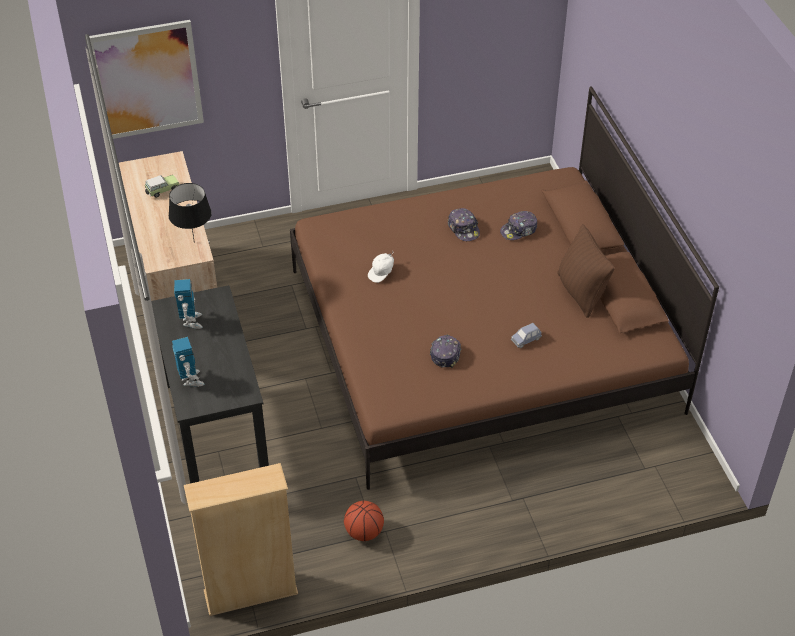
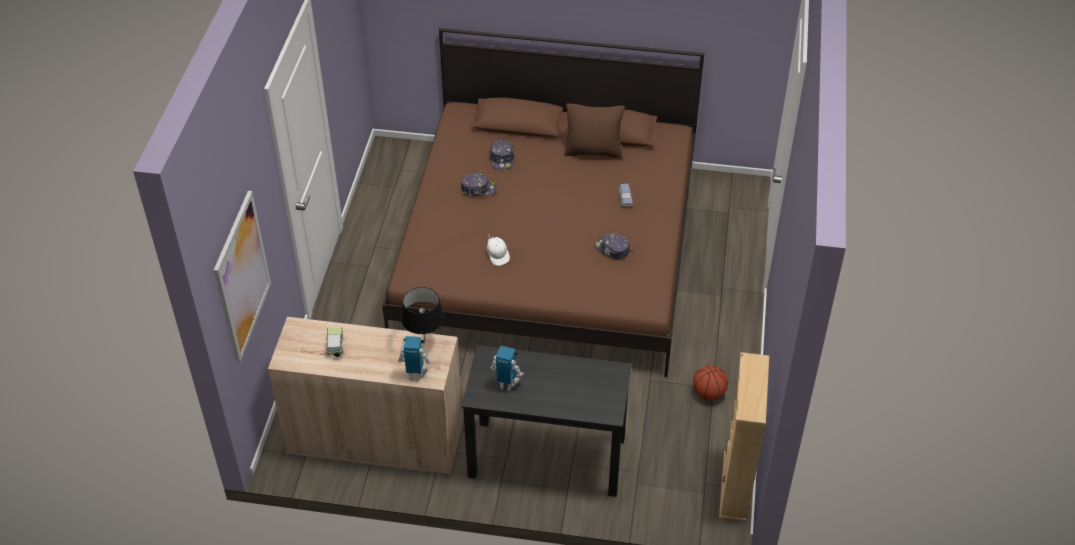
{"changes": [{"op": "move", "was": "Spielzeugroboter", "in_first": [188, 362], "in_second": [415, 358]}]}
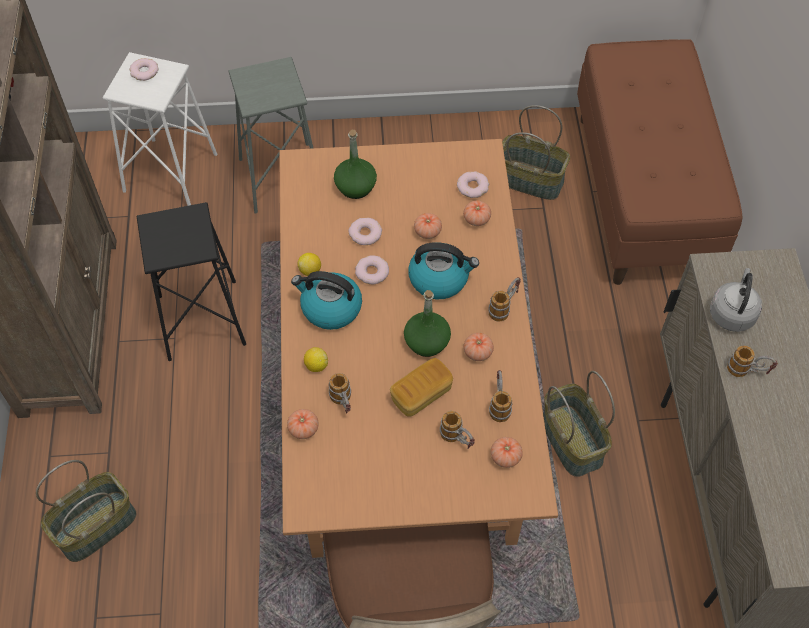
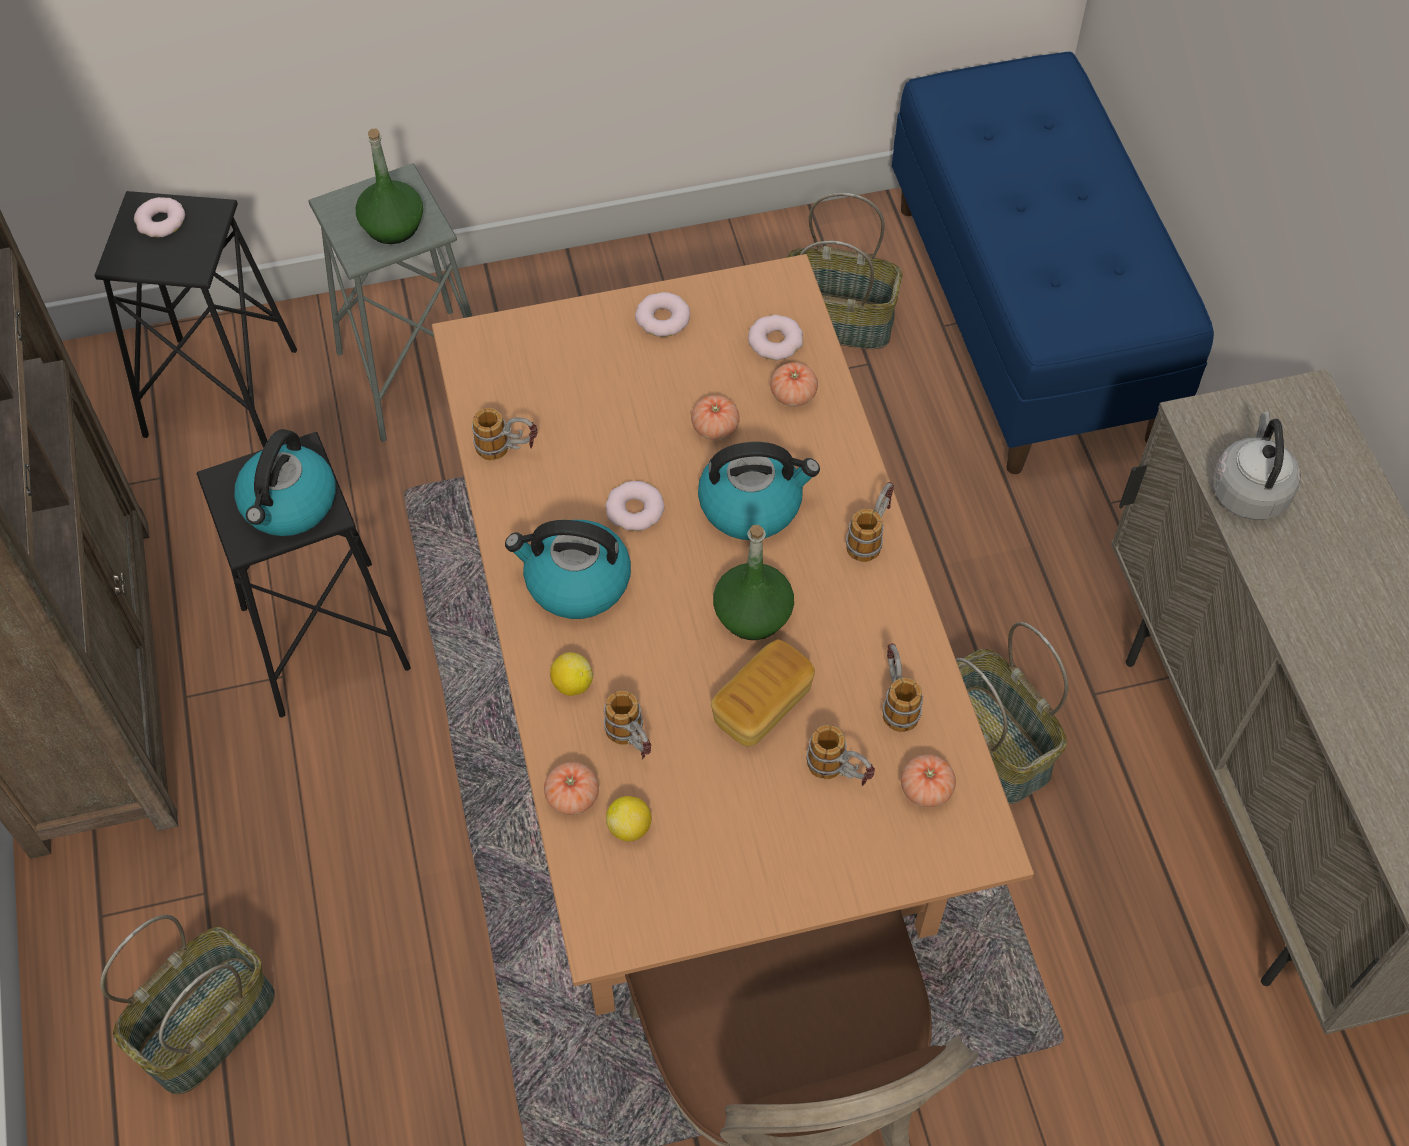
{"changes": [{"op": "recolor", "was": "Bank [braun]", "now": "Bank [blau]", "in_first": [659, 162], "in_second": [1053, 263]}, {"op": "recolor", "was": "Hocker [weiß]", "now": "Hocker [schwarz]", "in_first": [159, 129], "in_second": [195, 319]}, {"op": "move", "was": "Flasche [grün]", "in_first": [355, 164], "in_second": [389, 186]}, {"op": "move", "was": "Donut", "in_first": [365, 231], "in_second": [662, 314]}, {"op": "move", "was": "Zitrone", "in_first": [309, 264], "in_second": [629, 819]}, {"op": "delete", "was": "Tomate", "in_first": [479, 347]}, {"op": "move", "was": "Henkelbecher", "in_first": [752, 361], "in_second": [504, 434]}, {"op": "insert", "now": "Wasserkessel", "in_second": [285, 482]}]}
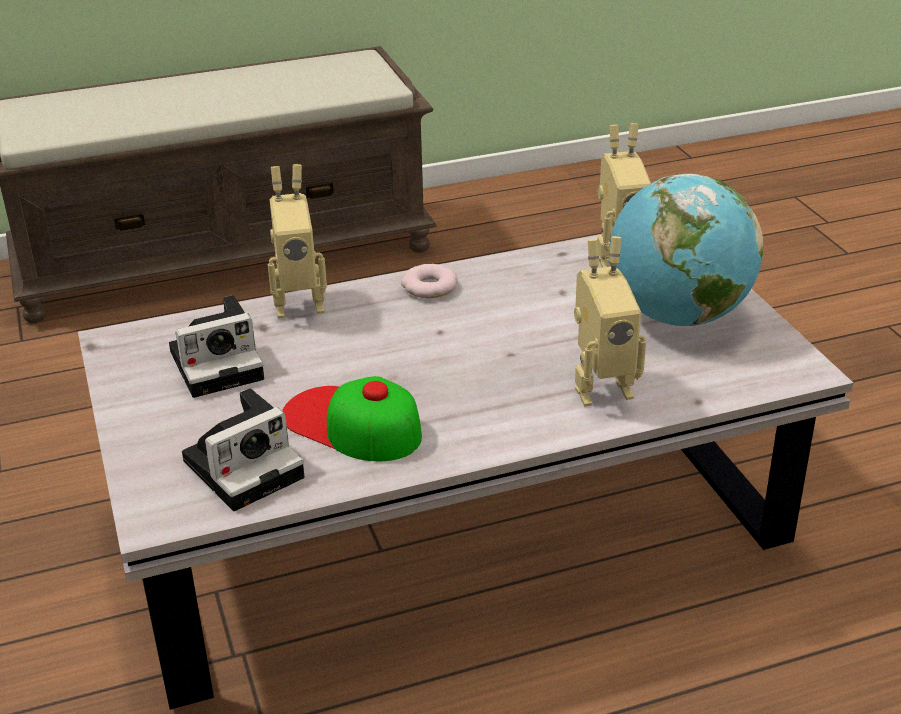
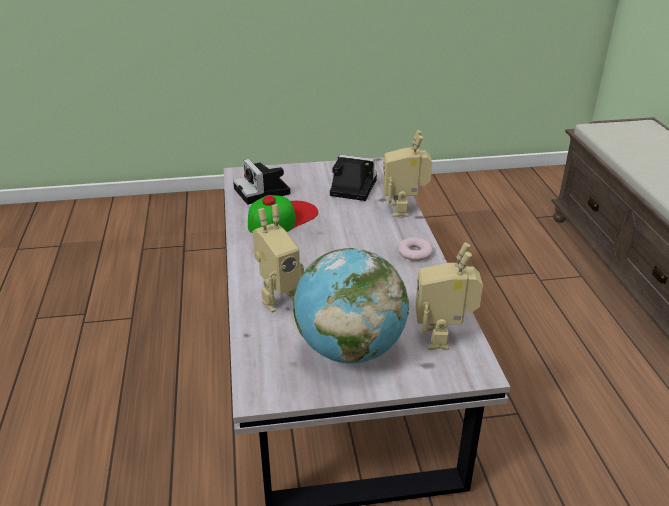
{"changes": [{"op": "rotate", "was": "Spielzeugroboter", "in_first": [610, 321], "in_second": [278, 259], "clockwise": -120}, {"op": "rotate", "was": "Kamera", "in_first": [216, 346], "in_second": [353, 178], "clockwise": 120}]}
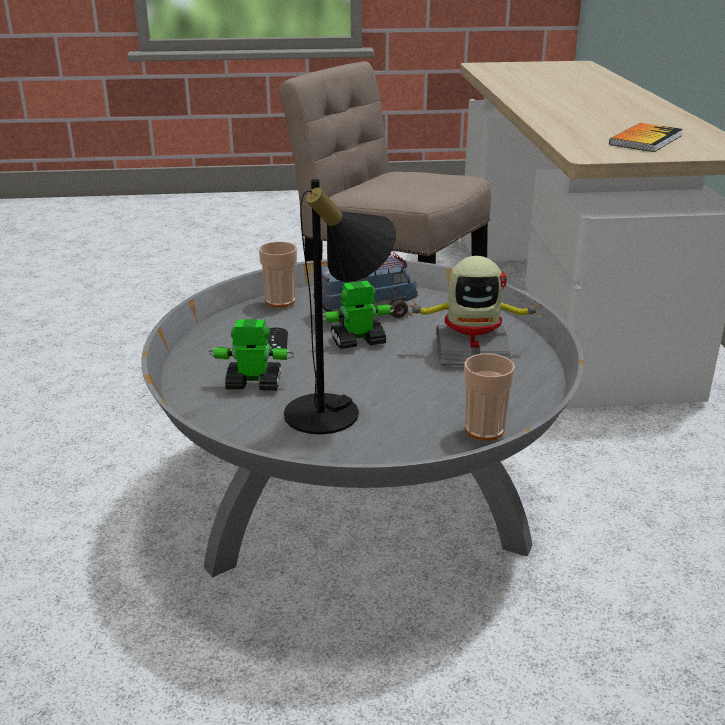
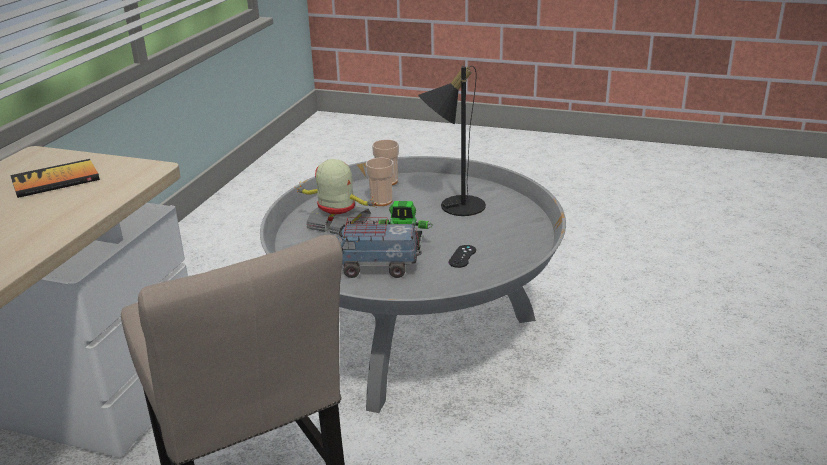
{"changes": [{"op": "move", "was": "Tasse", "in_first": [278, 275], "in_second": [379, 182]}, {"op": "delete", "was": "Spielzeugroboter", "in_first": [251, 355]}]}
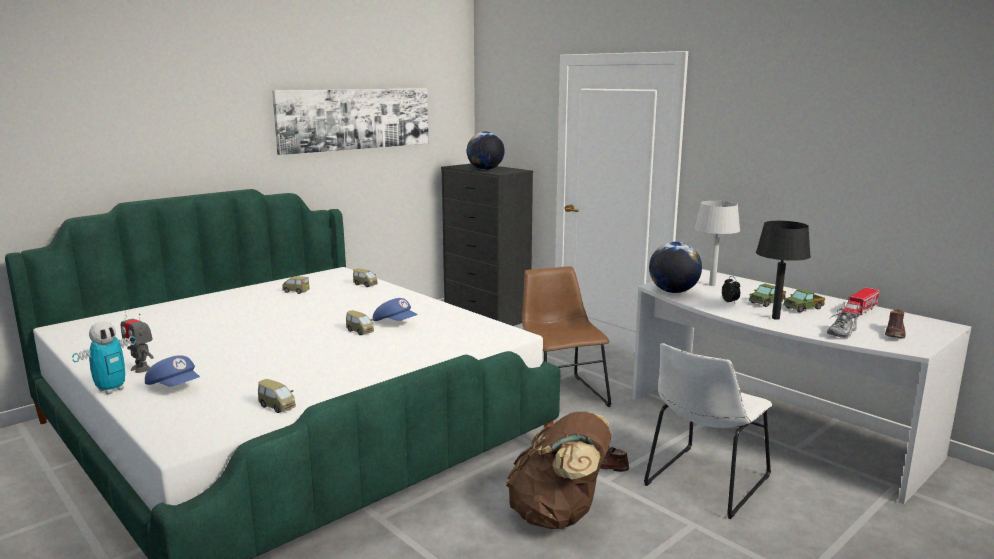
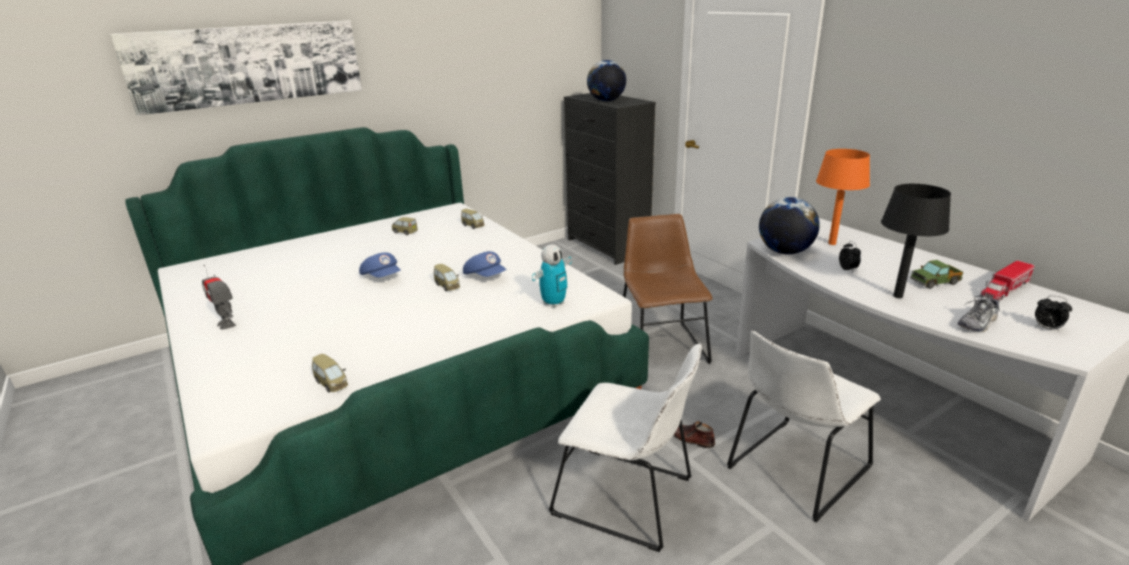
{"changes": [{"op": "move", "was": "Bild", "in_first": [350, 121], "in_second": [236, 67]}, {"op": "recolor", "was": "Tischlampe [grau]", "now": "Tischlampe [orange]", "in_first": [717, 243], "in_second": [843, 197]}, {"op": "delete", "was": "Spielzeuglaster", "in_first": [767, 295]}, {"op": "replace", "was": "Schuh [braun]", "now": "Wecker", "in_first": [895, 323], "in_second": [1053, 314]}, {"op": "move", "was": "Spielzeugroboter", "in_first": [104, 357], "in_second": [552, 276]}, {"op": "move", "was": "Kappe [blau]", "in_first": [172, 370], "in_second": [380, 265]}, {"op": "replace", "was": "Rucksack [braun]", "now": "Stuhl [weiß]", "in_first": [559, 470], "in_second": [625, 447]}]}
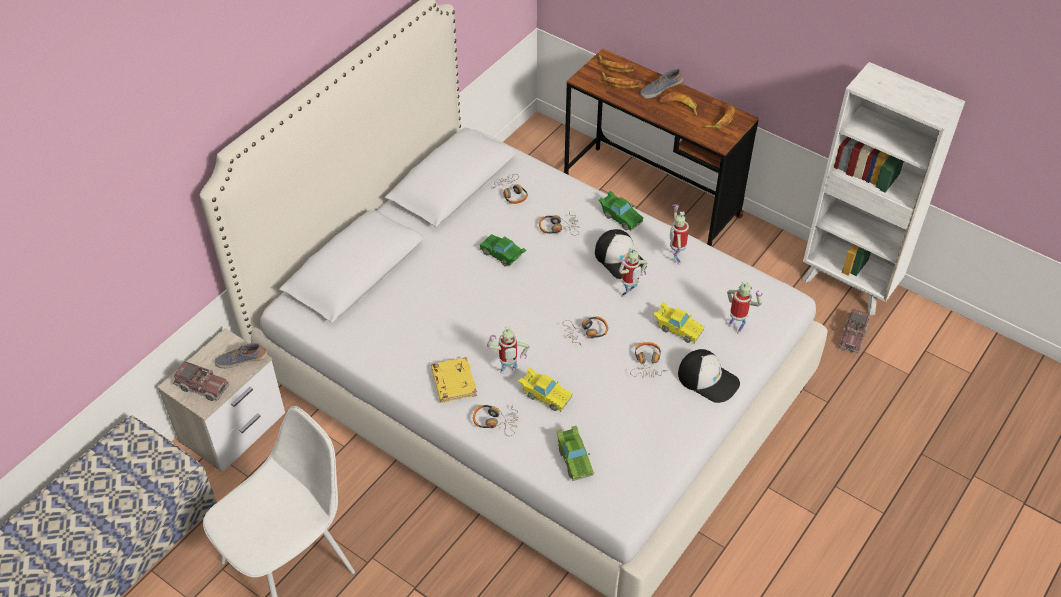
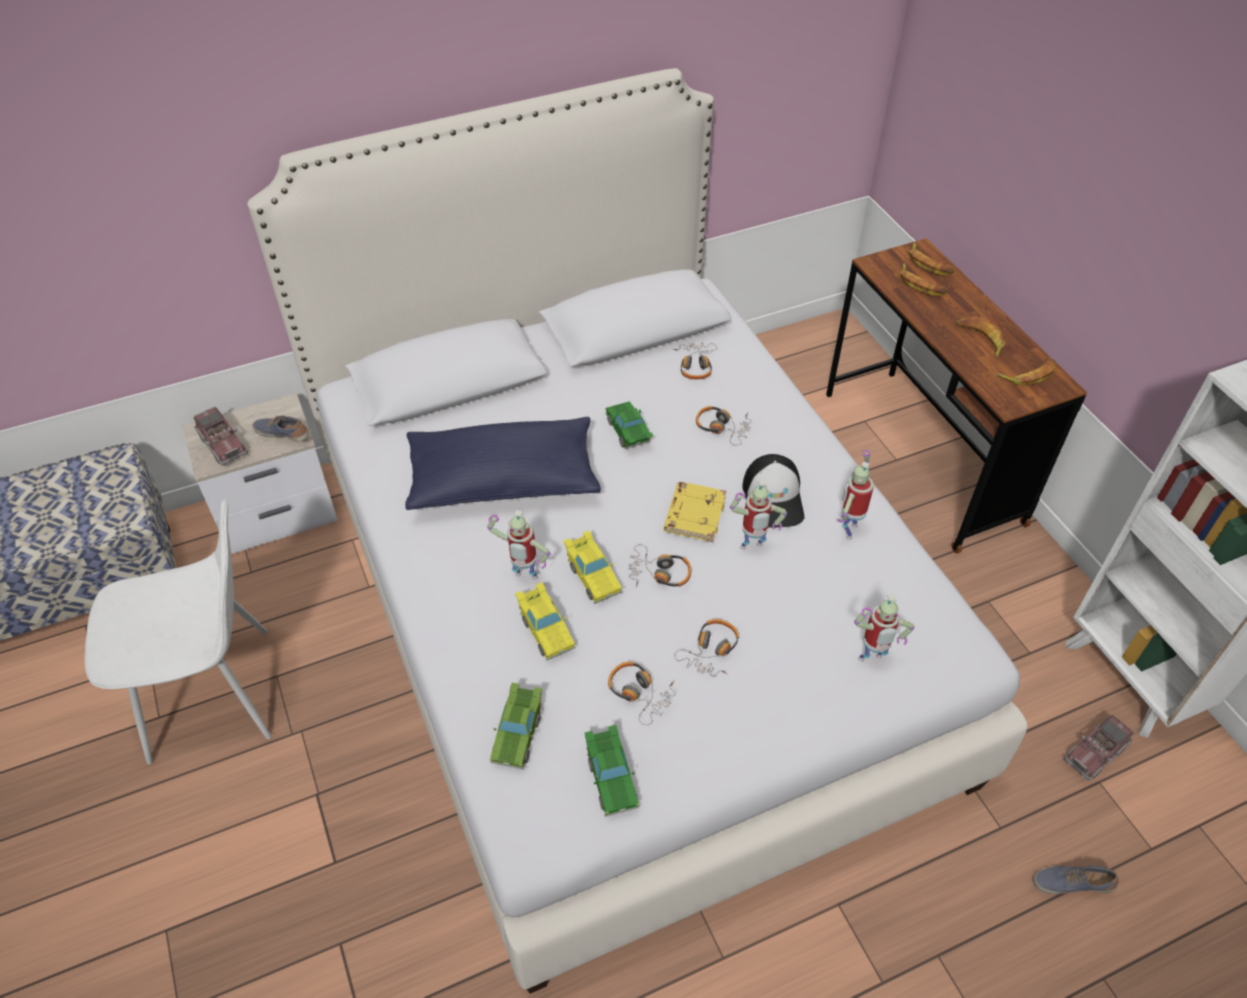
{"changes": [{"op": "move", "was": "Schuh", "in_first": [661, 84], "in_second": [1076, 880]}, {"op": "move", "was": "Spielzeugauto [grün]", "in_first": [621, 211], "in_second": [612, 771]}, {"op": "rotate", "was": "Spielzeugroboter", "in_first": [745, 307], "in_second": [884, 628], "clockwise": 90}, {"op": "move", "was": "Spielzeugauto [gelb]", "in_first": [679, 322], "in_second": [593, 567]}, {"op": "delete", "was": "Kappe", "in_first": [709, 376]}, {"op": "move", "was": "Buch [gelb]", "in_first": [454, 380], "in_second": [695, 512]}, {"op": "move", "was": "Kopfhörer", "in_first": [495, 420], "in_second": [642, 693]}, {"op": "insert", "now": "Kissen [blau]", "in_second": [503, 463]}]}
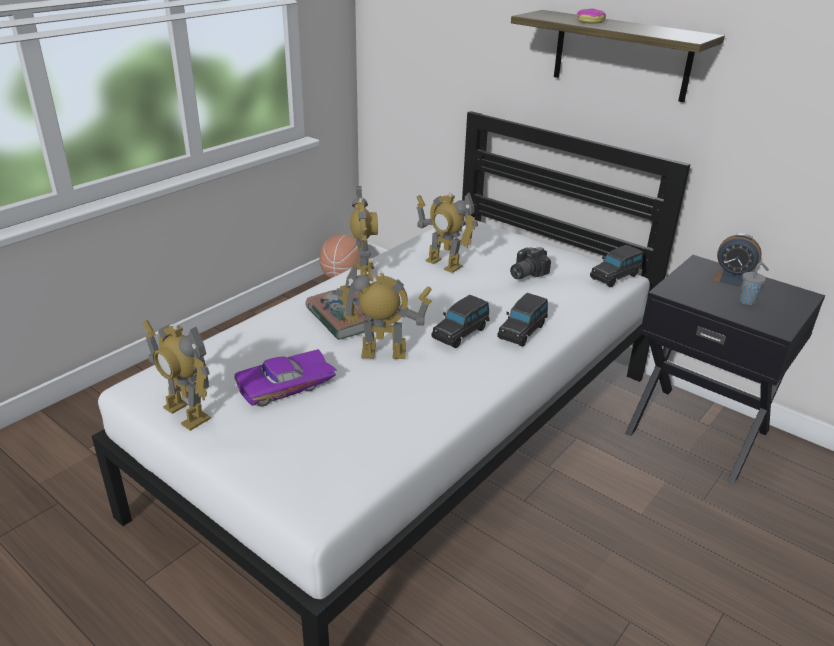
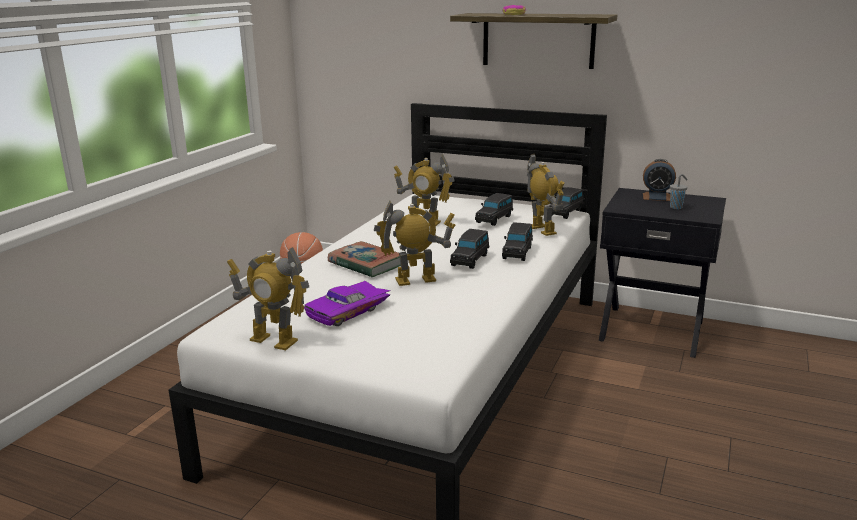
{"changes": [{"op": "move", "was": "Spielzeugroboter", "in_first": [364, 233], "in_second": [545, 195]}, {"op": "replace", "was": "Kamera", "now": "Spielzeugauto [schwarz]", "in_first": [530, 263], "in_second": [494, 209]}]}
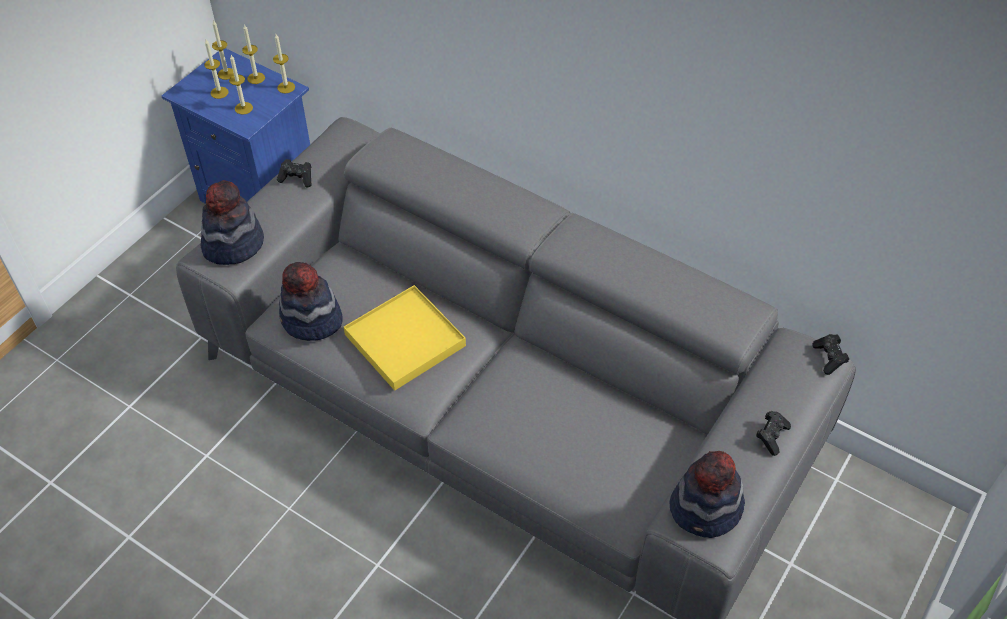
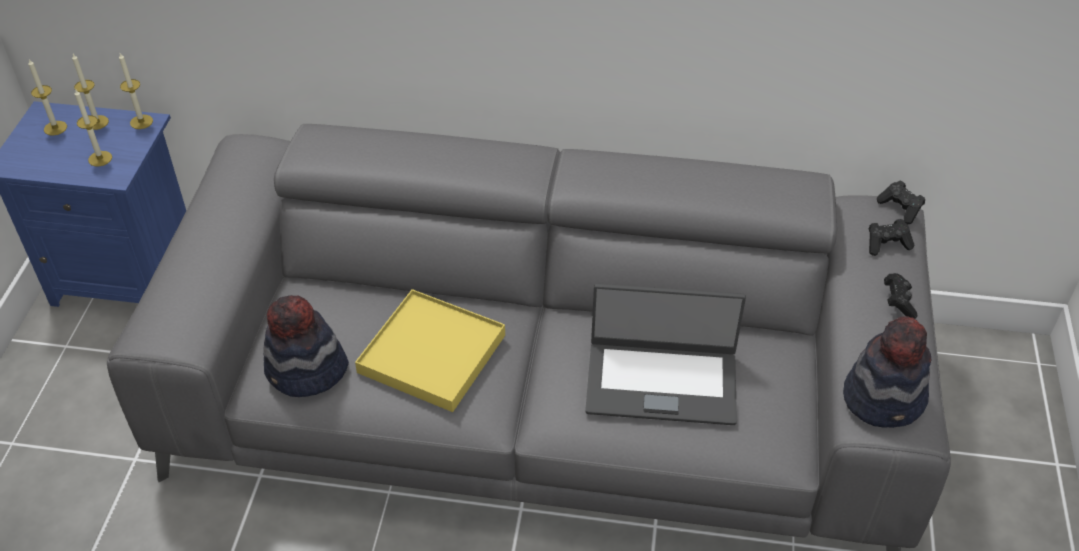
{"changes": [{"op": "delete", "was": "Kerze", "in_first": [216, 69]}, {"op": "move", "was": "Gamepad [schwarz]", "in_first": [294, 173], "in_second": [891, 237]}, {"op": "delete", "was": "Hut", "in_first": [232, 222]}, {"op": "insert", "now": "Laptop", "in_second": [665, 354]}]}
